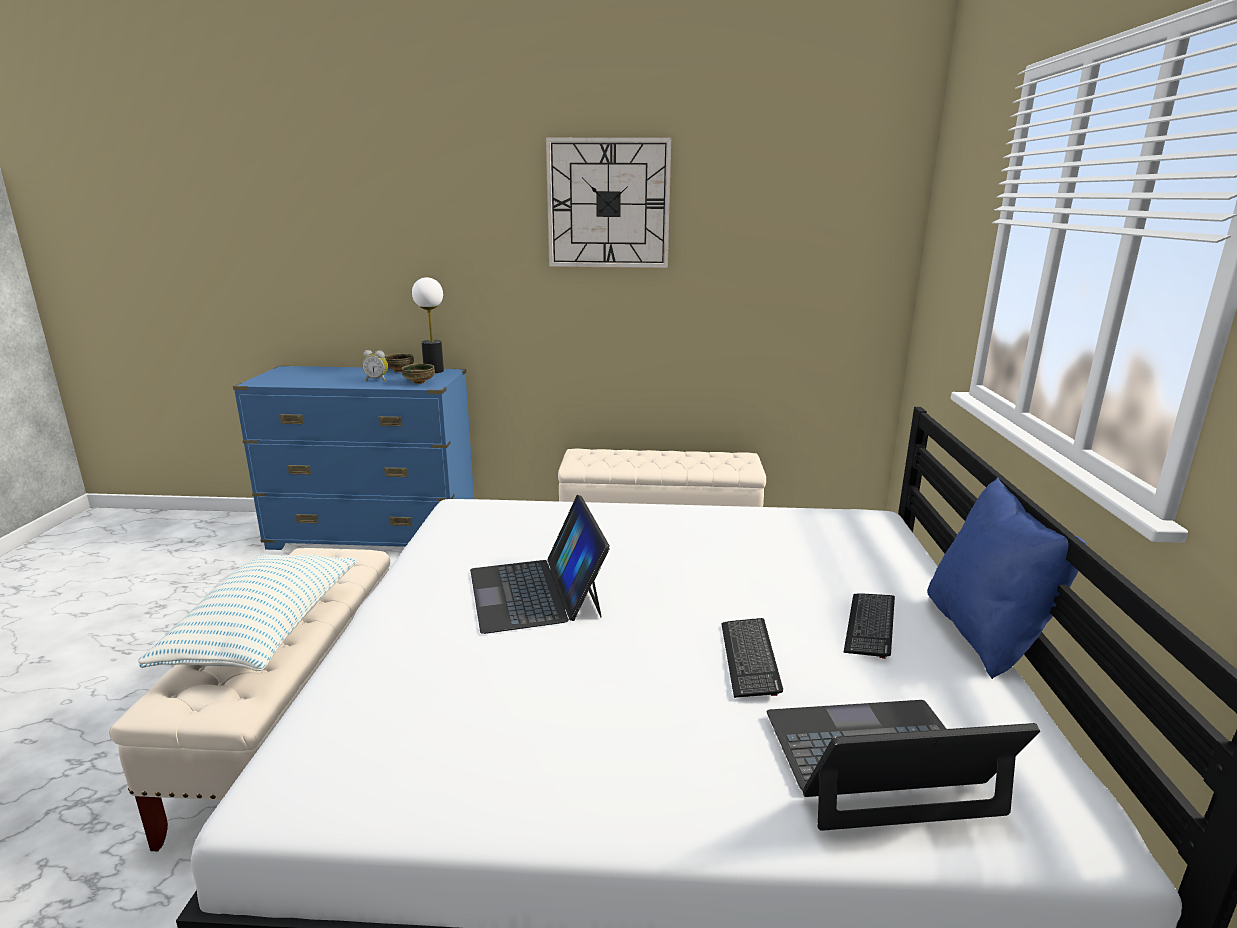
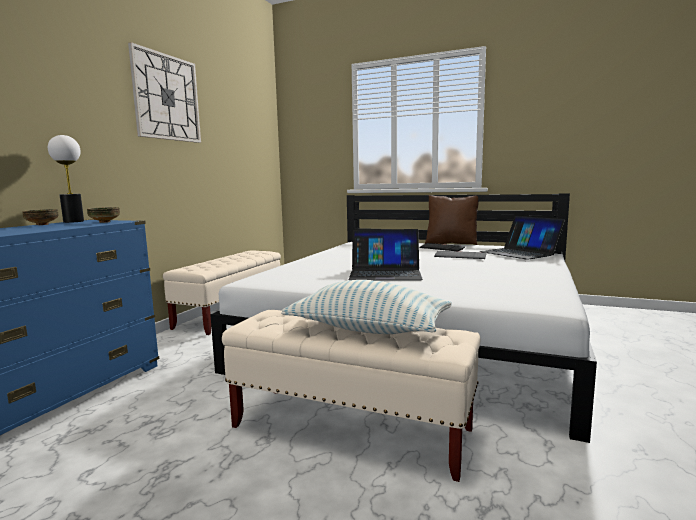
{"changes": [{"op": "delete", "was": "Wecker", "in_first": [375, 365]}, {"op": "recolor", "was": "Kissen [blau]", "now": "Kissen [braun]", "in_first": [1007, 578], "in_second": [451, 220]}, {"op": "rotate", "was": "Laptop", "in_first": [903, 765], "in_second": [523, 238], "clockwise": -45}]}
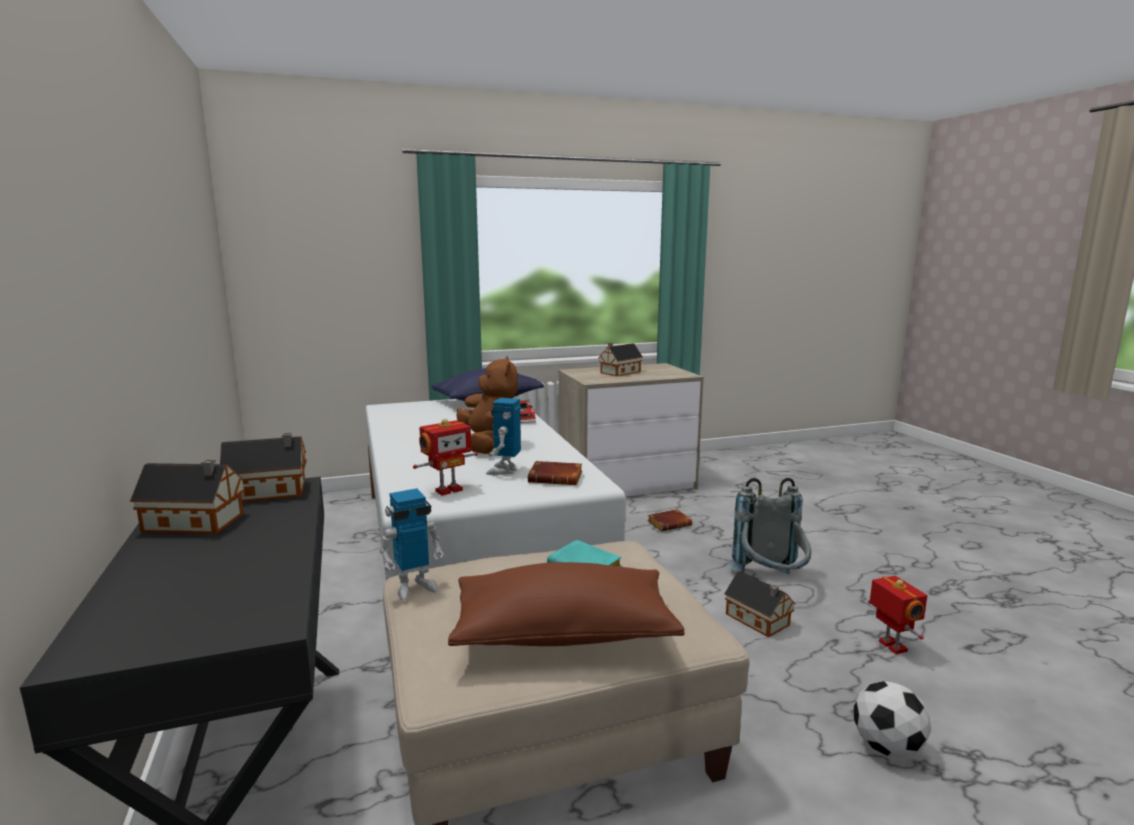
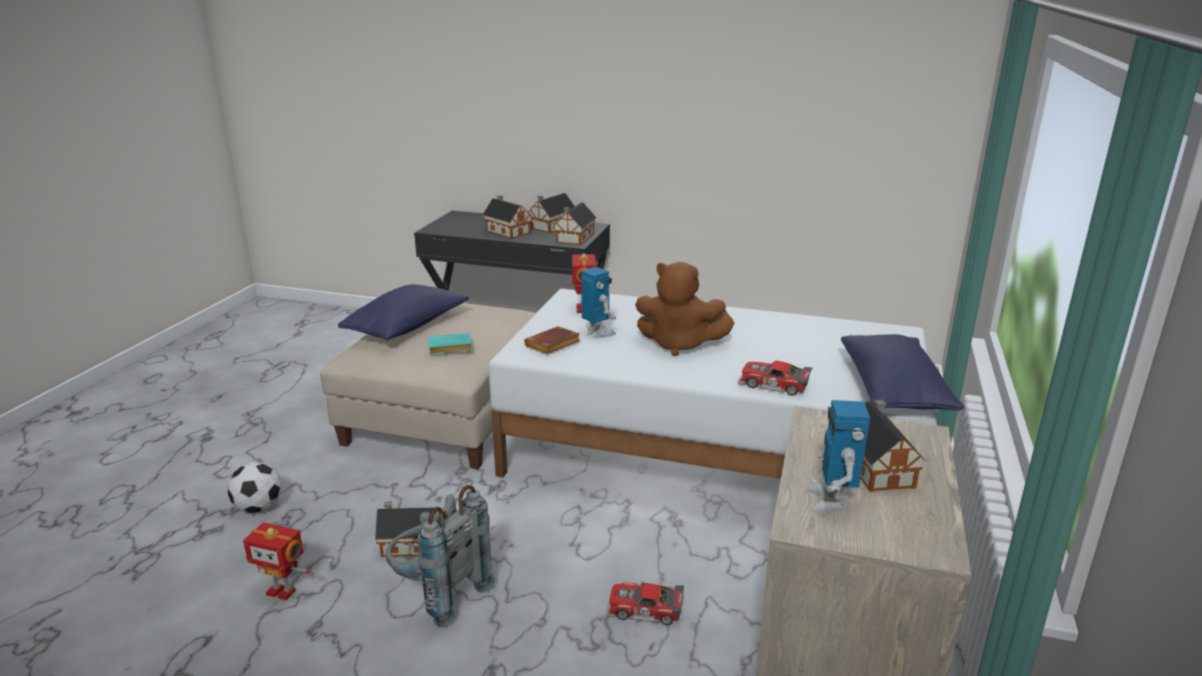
{"changes": [{"op": "move", "was": "Spielzeugroboter", "in_first": [412, 544], "in_second": [838, 456]}, {"op": "replace", "was": "Buch [braun]", "now": "Spielzeugauto", "in_first": [669, 520], "in_second": [645, 603]}, {"op": "recolor", "was": "Kissen [braun]", "now": "Kissen [blau]", "in_first": [566, 604], "in_second": [403, 312]}, {"op": "insert", "now": "Spielzeughaus", "in_second": [507, 217]}]}
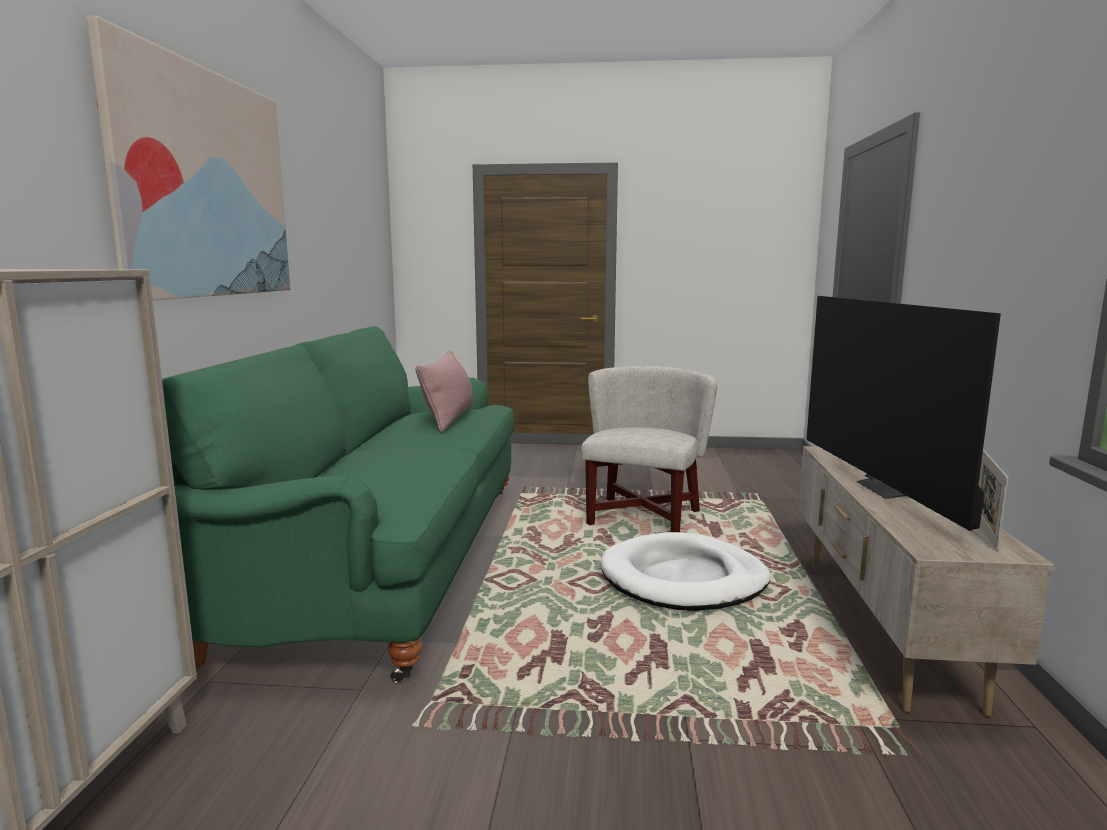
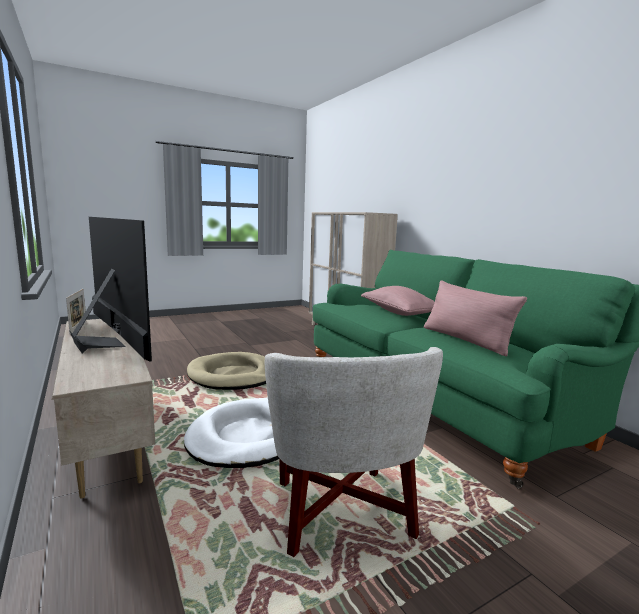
{"changes": [{"op": "delete", "was": "Bild", "in_first": [188, 158]}, {"op": "insert", "now": "Kissen [rosa]", "in_second": [398, 301]}, {"op": "insert", "now": "Hundebett [beige]", "in_second": [226, 371]}]}
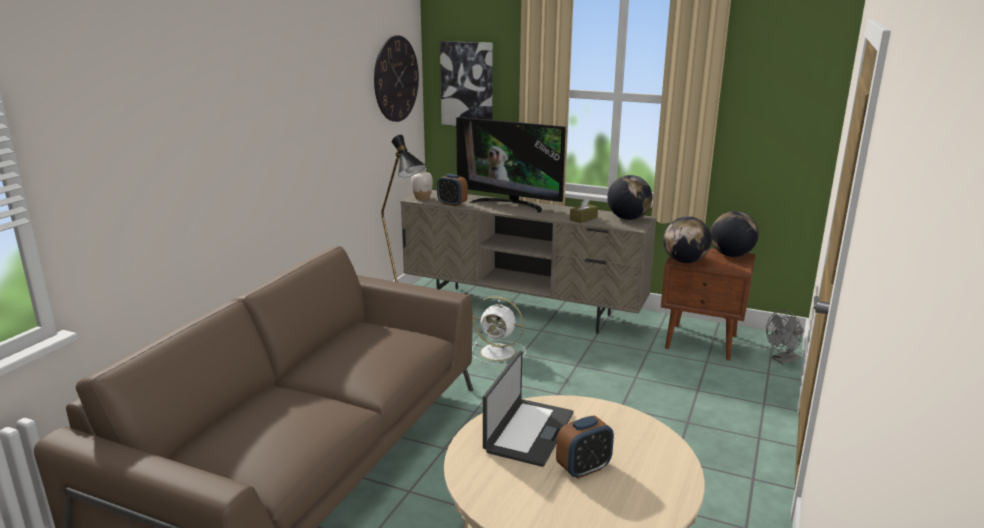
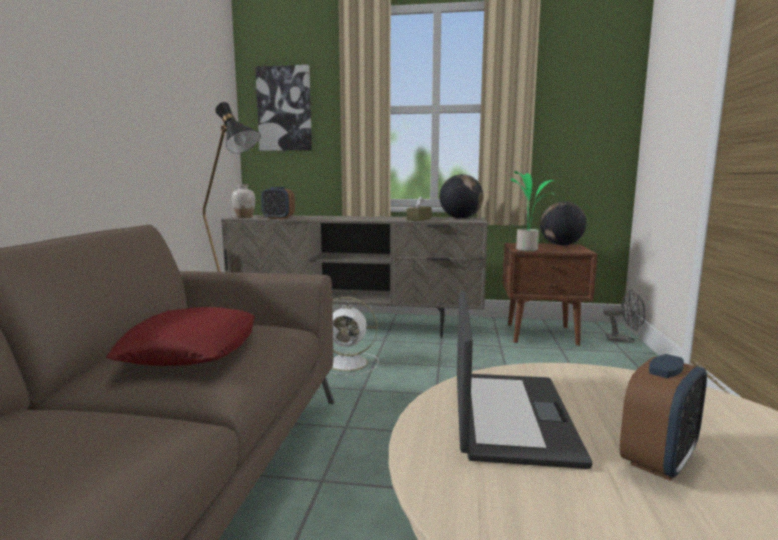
{"changes": [{"op": "delete", "was": "Wanduhr", "in_first": [396, 78]}, {"op": "delete", "was": "Fernseher", "in_first": [511, 165]}, {"op": "replace", "was": "Globus", "now": "Topfpflanze", "in_first": [687, 239], "in_second": [532, 211]}, {"op": "rotate", "was": "Ventilator [grau]", "in_first": [785, 337], "in_second": [624, 316], "clockwise": -120}, {"op": "insert", "now": "Kissen [rot]", "in_second": [180, 336]}]}
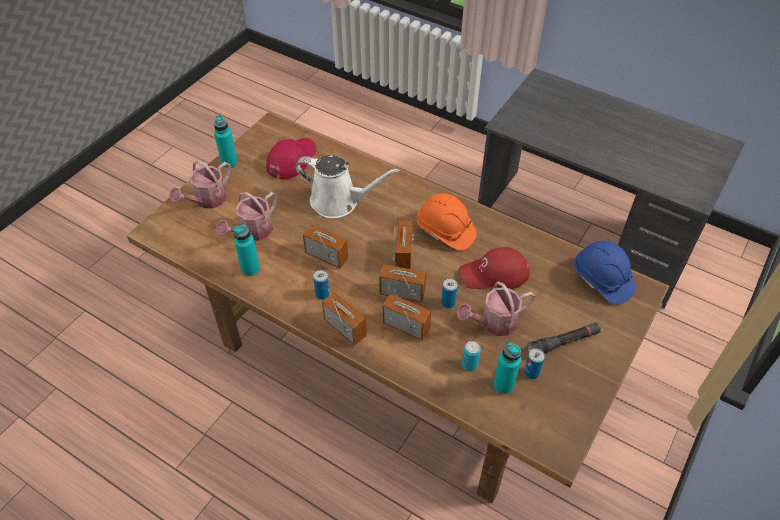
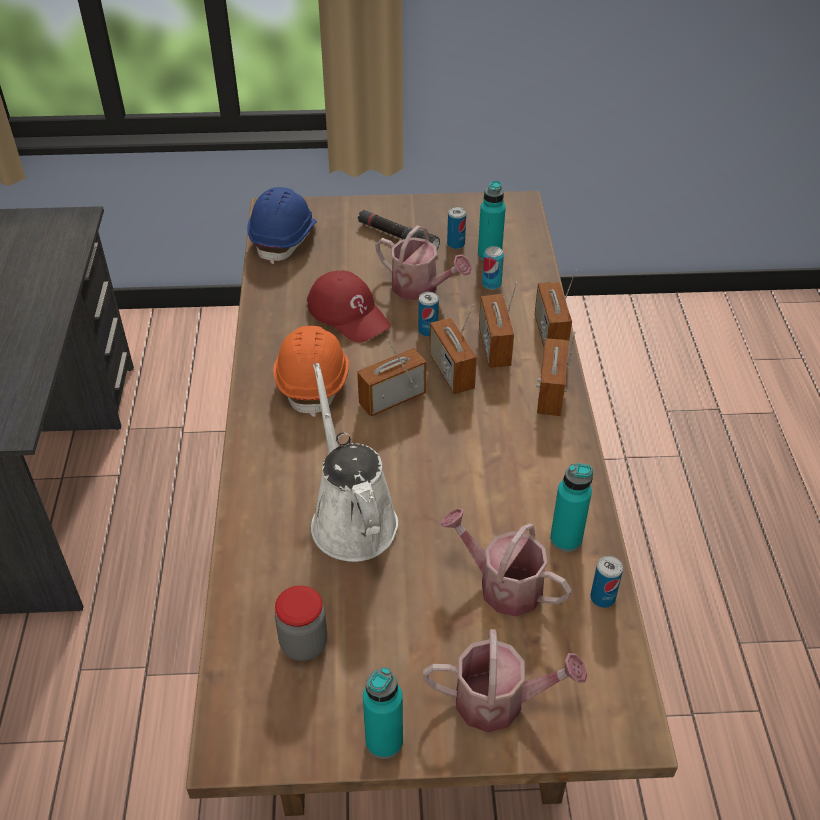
{"changes": [{"op": "replace", "was": "Kappe [rot]", "now": "Vorratsglas", "in_first": [291, 159], "in_second": [301, 623]}, {"op": "rotate", "was": "Gießkanne", "in_first": [246, 216], "in_second": [506, 562], "clockwise": -150}, {"op": "move", "was": "Radio", "in_first": [325, 243], "in_second": [555, 307]}, {"op": "move", "was": "Dose", "in_first": [321, 285], "in_second": [606, 582]}]}
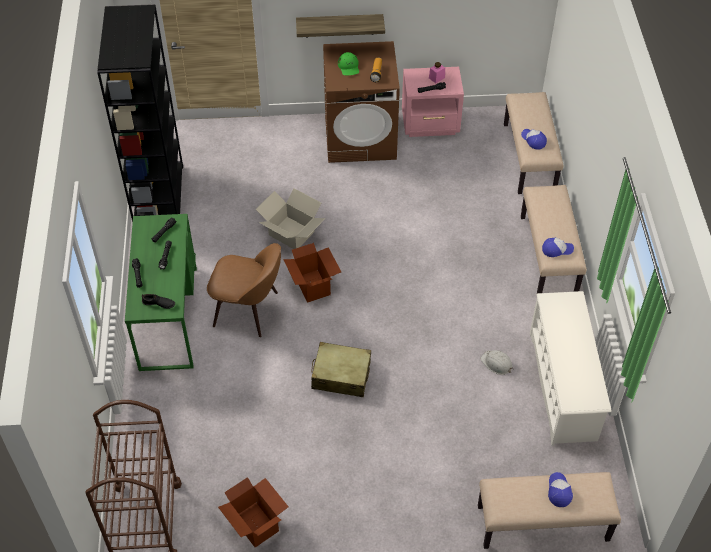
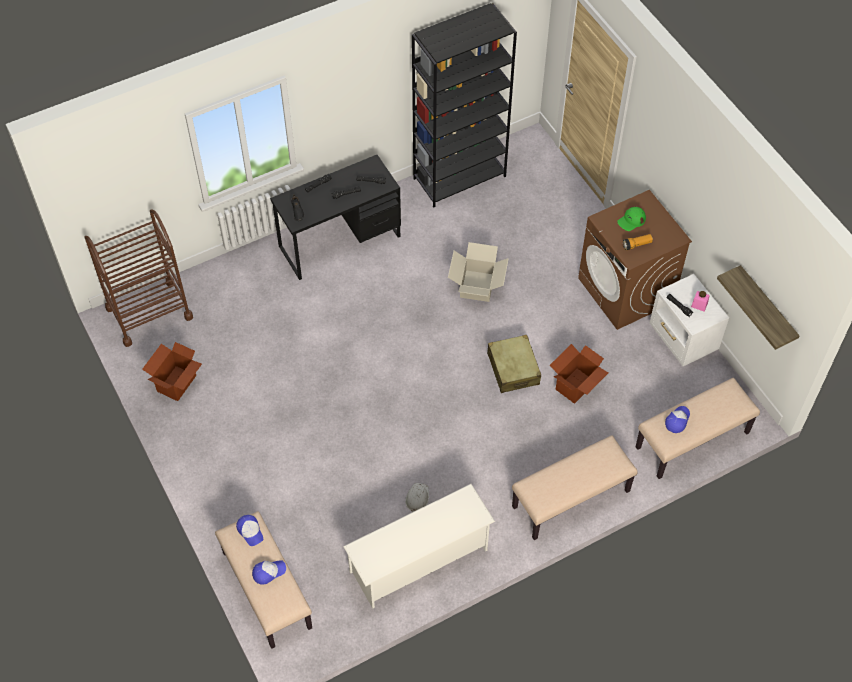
{"changes": [{"op": "move", "was": "Wandregal", "in_first": [340, 25], "in_second": [758, 307]}, {"op": "recolor", "was": "Nachttisch [rosa]", "now": "Nachttisch [weiß]", "in_first": [433, 102], "in_second": [689, 320]}, {"op": "recolor", "was": "Schreibtisch [grün]", "now": "Schreibtisch [schwarz]", "in_first": [161, 292], "in_second": [335, 217]}, {"op": "move", "was": "Kappe", "in_first": [558, 247], "in_second": [249, 530]}, {"op": "delete", "was": "Stuhl [braun]", "in_first": [244, 290]}, {"op": "move", "was": "Karton", "in_first": [312, 273], "in_second": [579, 374]}, {"op": "move", "was": "Koffer [beige]", "in_first": [341, 369], "in_second": [514, 364]}]}
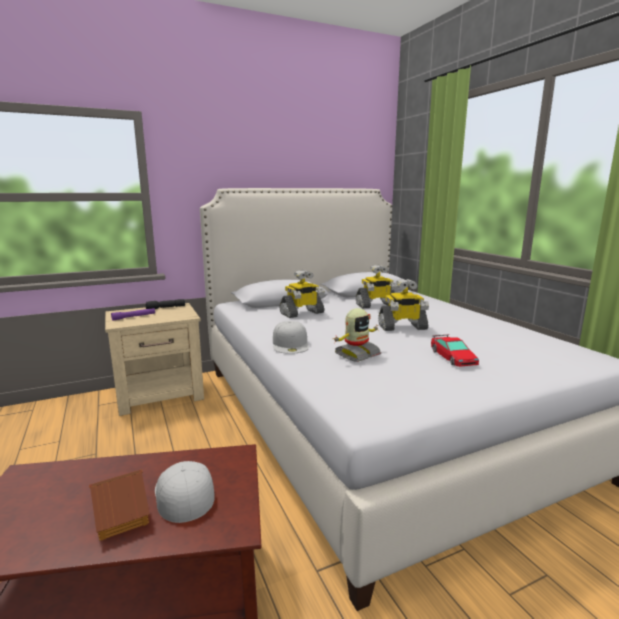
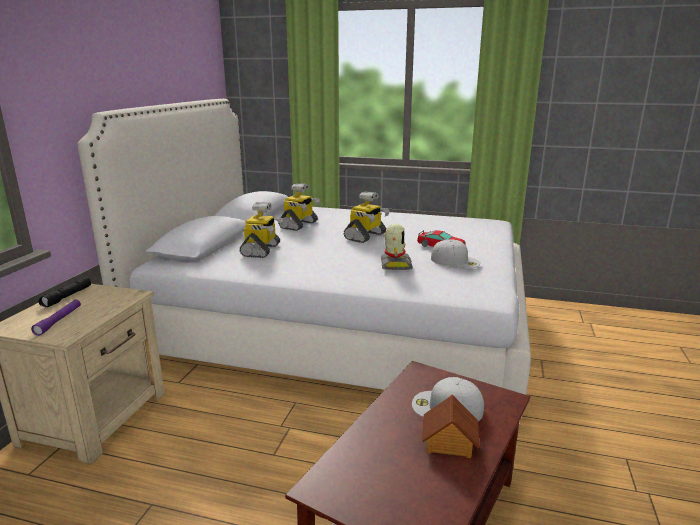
{"changes": [{"op": "move", "was": "Kappe [weiß]", "in_first": [291, 337], "in_second": [455, 254]}]}
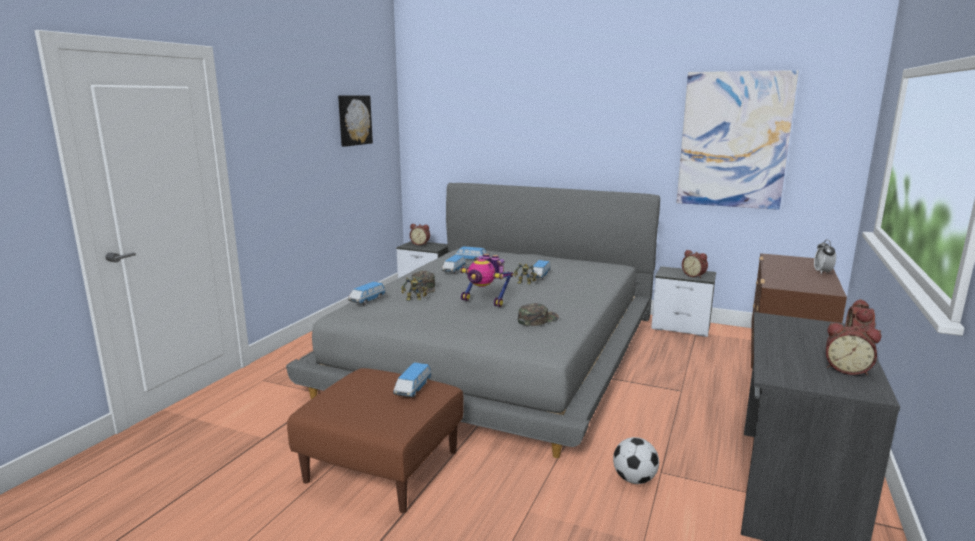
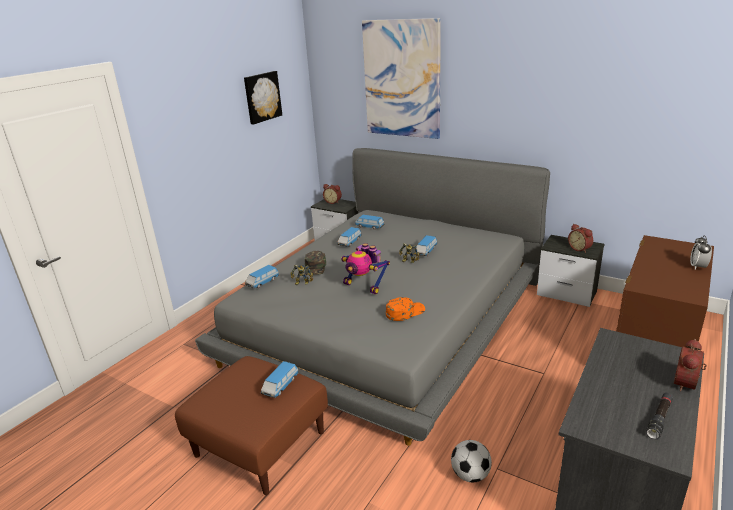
{"changes": [{"op": "move", "was": "Bild", "in_first": [738, 140], "in_second": [401, 78]}, {"op": "recolor", "was": "Kappe [grün]", "now": "Kappe [orange]", "in_first": [538, 314], "in_second": [405, 309]}, {"op": "replace", "was": "Wecker", "now": "Taschenlampe [schwarz]", "in_first": [853, 349], "in_second": [659, 415]}]}
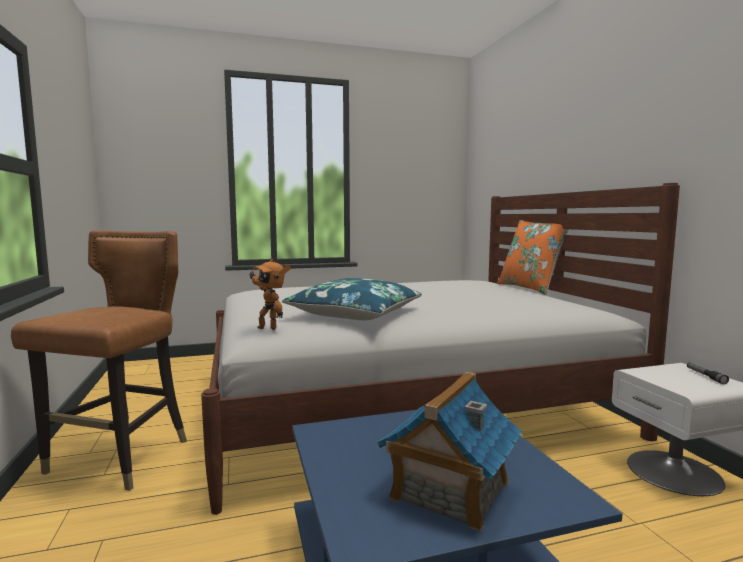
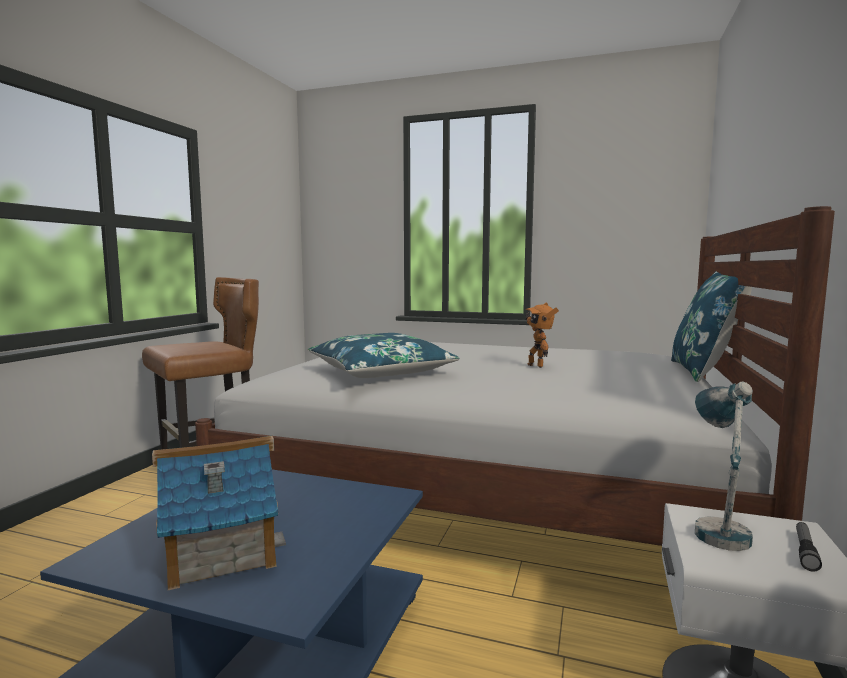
{"changes": [{"op": "recolor", "was": "Kissen [orange]", "now": "Kissen [blau]", "in_first": [533, 257], "in_second": [711, 326]}, {"op": "move", "was": "Spielzeugroboter", "in_first": [270, 294], "in_second": [542, 335]}, {"op": "insert", "now": "Tischlampe", "in_second": [724, 466]}]}
